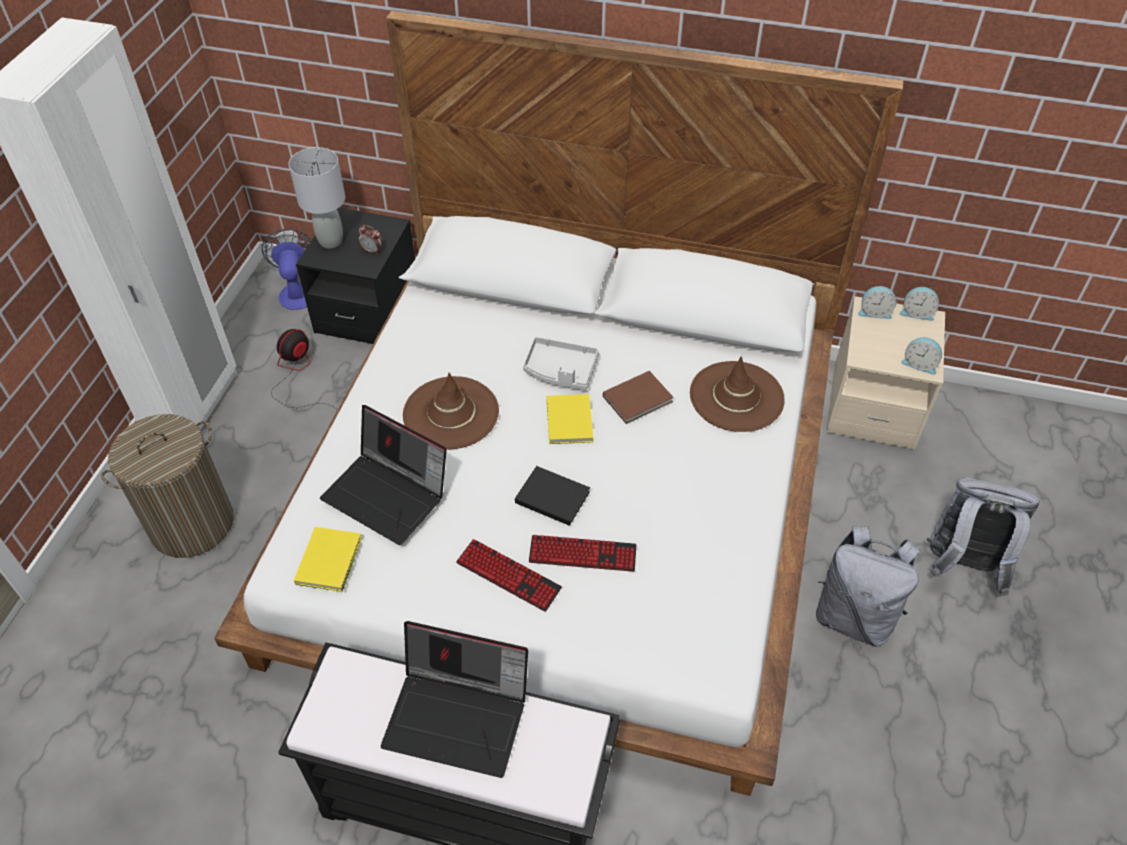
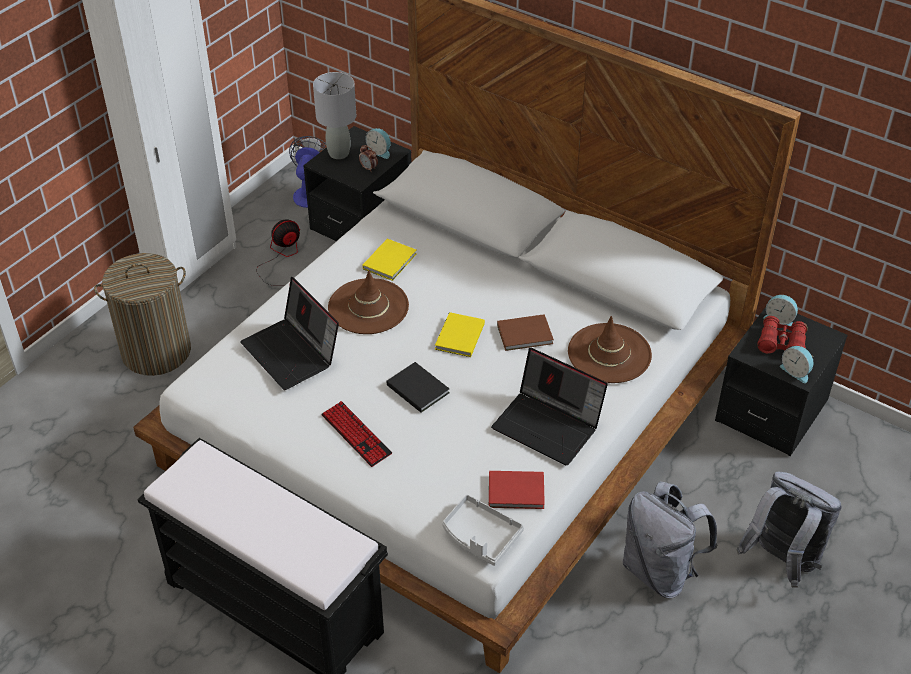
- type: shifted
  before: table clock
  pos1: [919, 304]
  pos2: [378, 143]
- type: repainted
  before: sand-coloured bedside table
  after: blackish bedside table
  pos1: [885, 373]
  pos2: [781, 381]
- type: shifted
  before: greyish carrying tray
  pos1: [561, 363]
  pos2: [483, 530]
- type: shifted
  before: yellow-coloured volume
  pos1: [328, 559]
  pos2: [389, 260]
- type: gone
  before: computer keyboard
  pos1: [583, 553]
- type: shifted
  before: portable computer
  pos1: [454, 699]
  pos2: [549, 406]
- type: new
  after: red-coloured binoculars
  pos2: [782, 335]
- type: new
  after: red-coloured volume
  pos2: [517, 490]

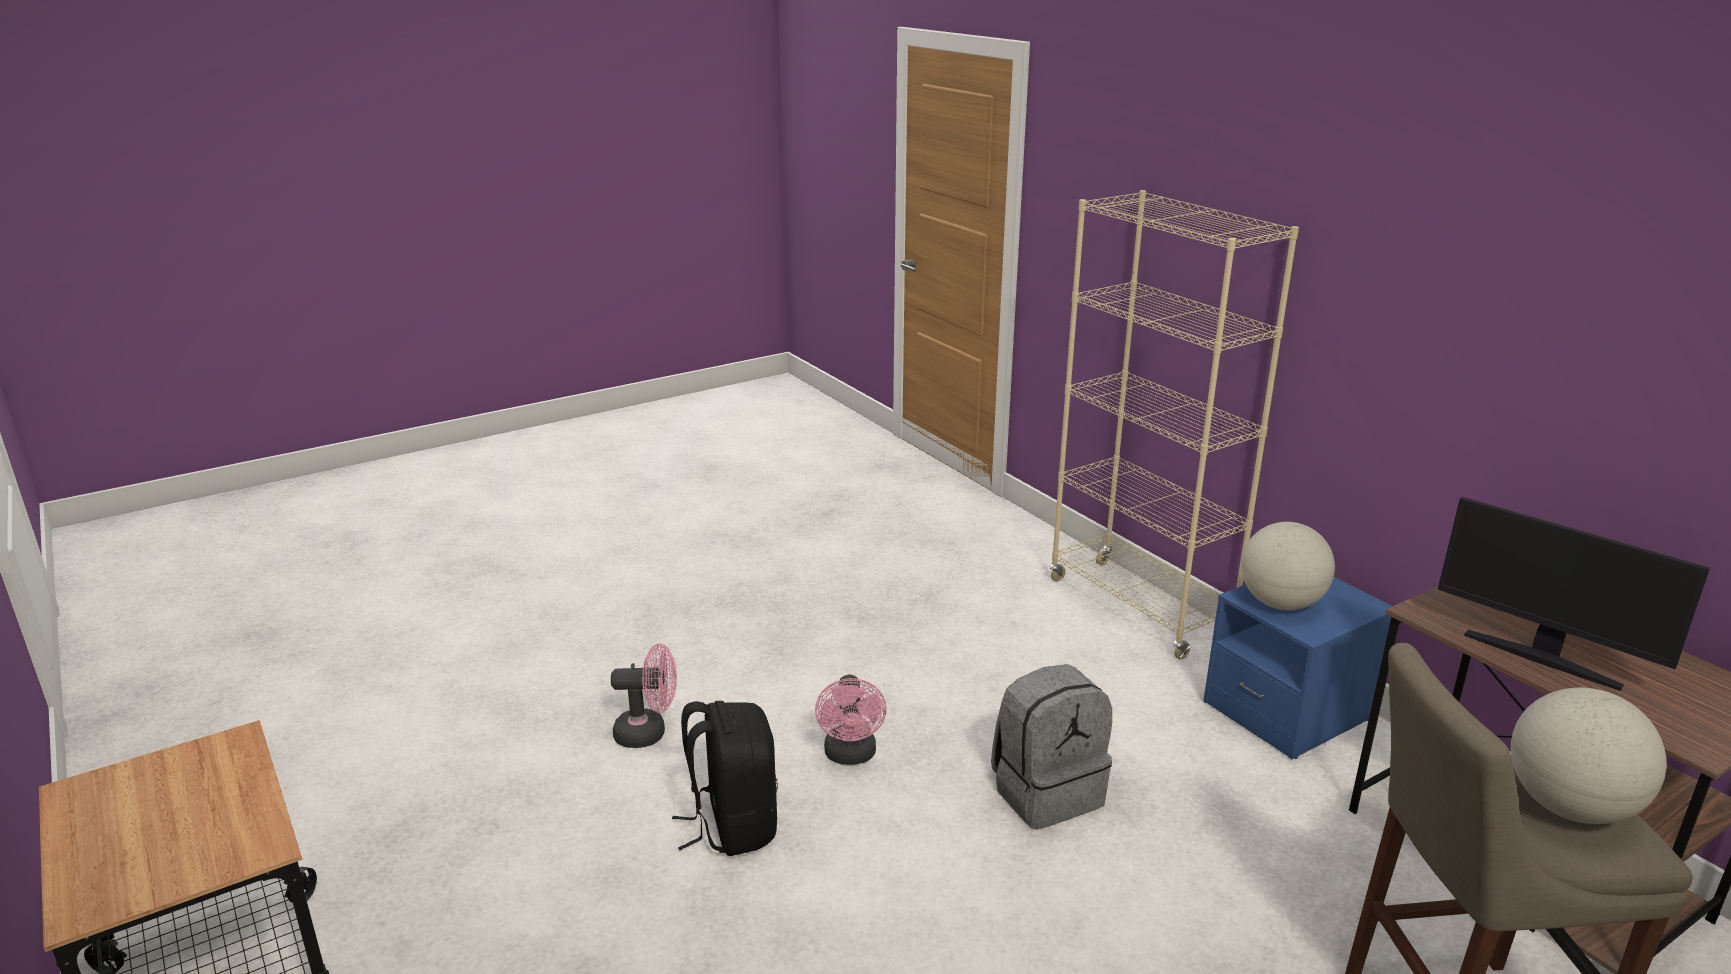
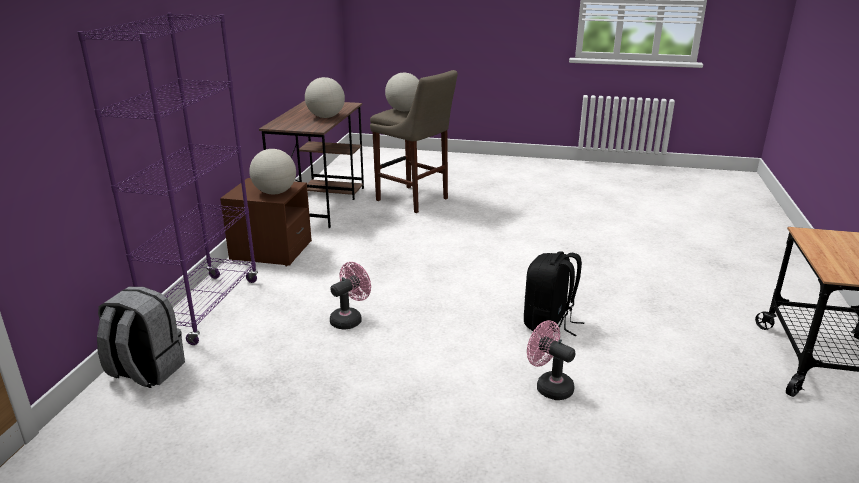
- type: repainted
  before: sand-coloured shelving unit
  after: purple shelving unit
  pos1: [1174, 425]
  pos2: [167, 179]
- type: swapped
  before: computer display
  after: world globe
  pos1: [1574, 594]
  pos2: [325, 97]
- type: repainted
  before: blue-coloured bedside table
  after: brown-coloured bedside table
  pos1: [1297, 668]
  pos2: [266, 222]
- type: shifted
  before: greyish rucksack
  pos1: [1051, 747]
  pos2: [141, 337]
- type: shifted
  before: pink fan
  pos1: [851, 719]
  pos2: [350, 296]

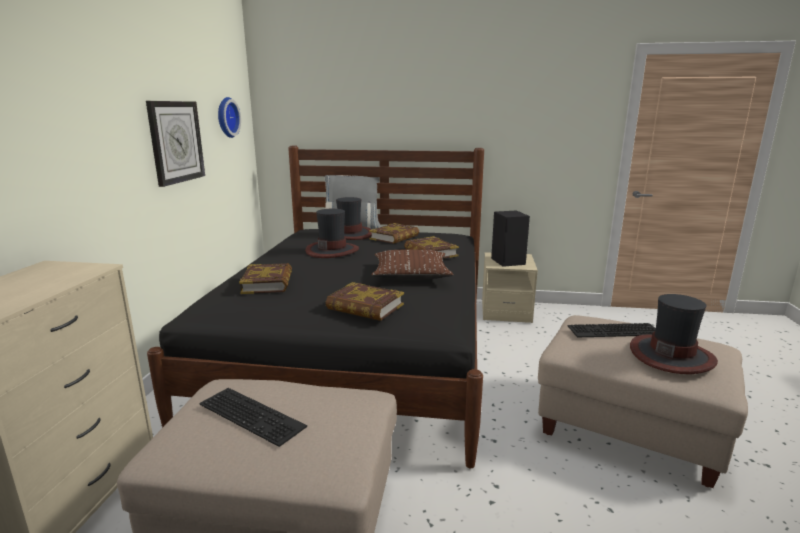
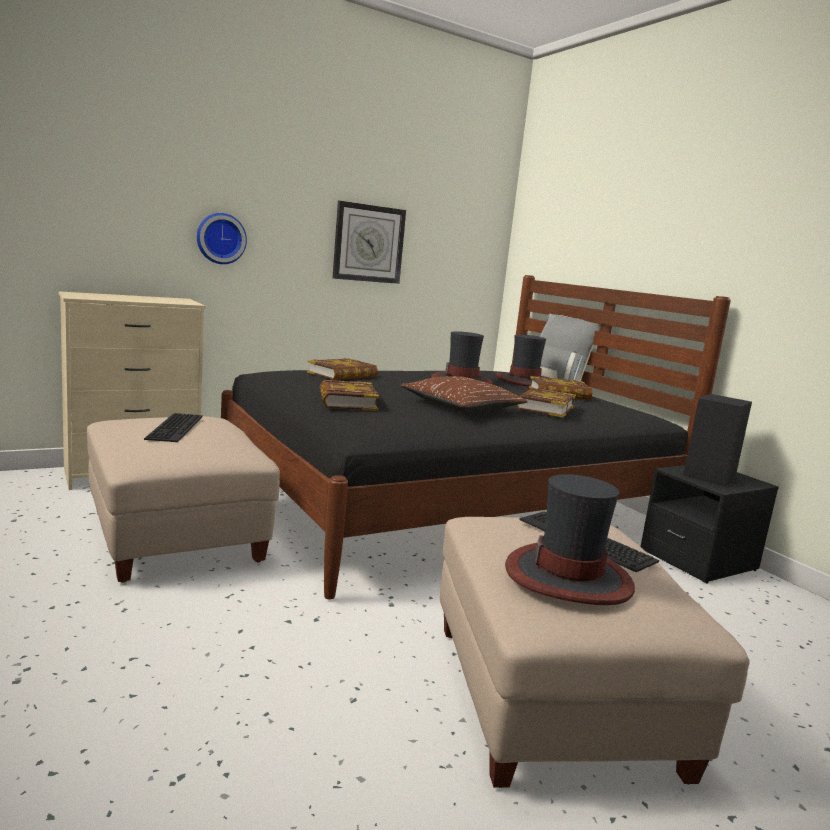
- type: shifted
  before: hanging clock
  pos1: [229, 117]
  pos2: [222, 238]
- type: repainted
  before: sand-coloured bedside table
  after: blackish bedside table
  pos1: [510, 287]
  pos2: [709, 524]

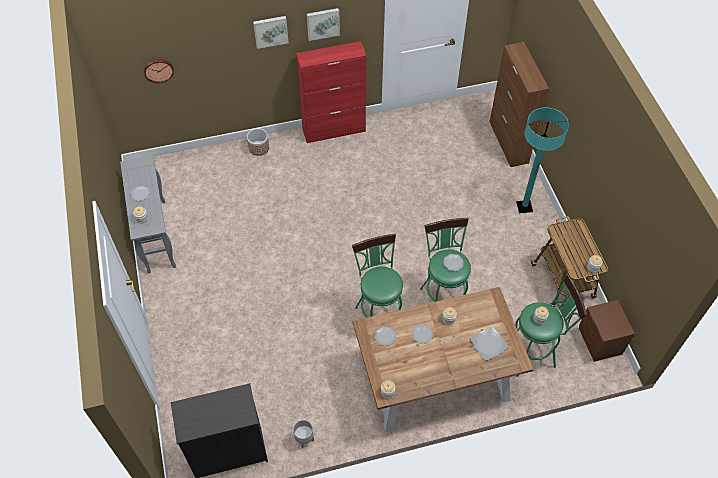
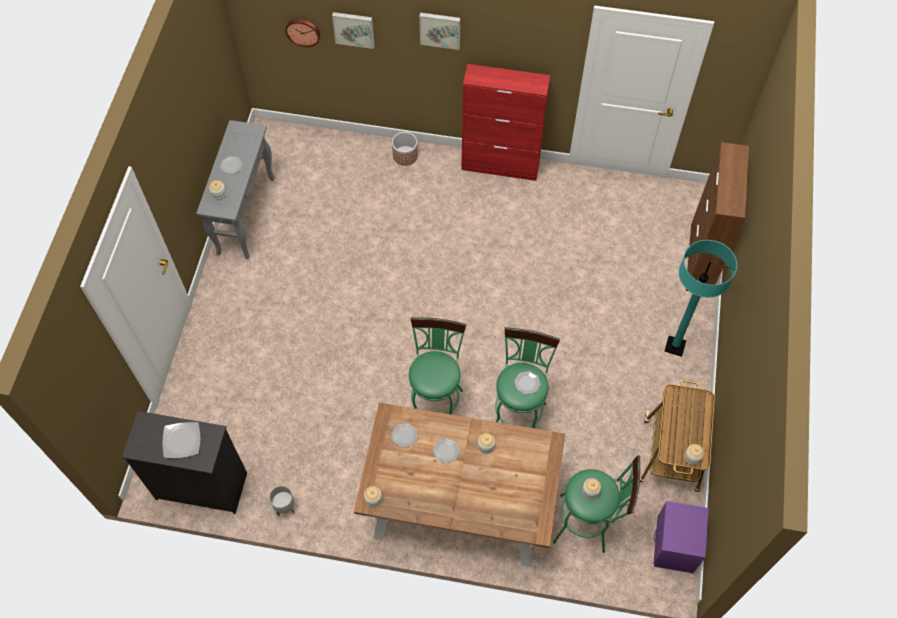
- type: shifted
  before: wall art
  pos1: [323, 24]
  pos2: [353, 30]
- type: repainted
  before: brown-coloured bedside table
  after: purple bedside table
  pos1: [607, 331]
  pos2: [681, 537]
- type: shifted
  before: plate
  pos1: [489, 343]
  pos2: [182, 440]

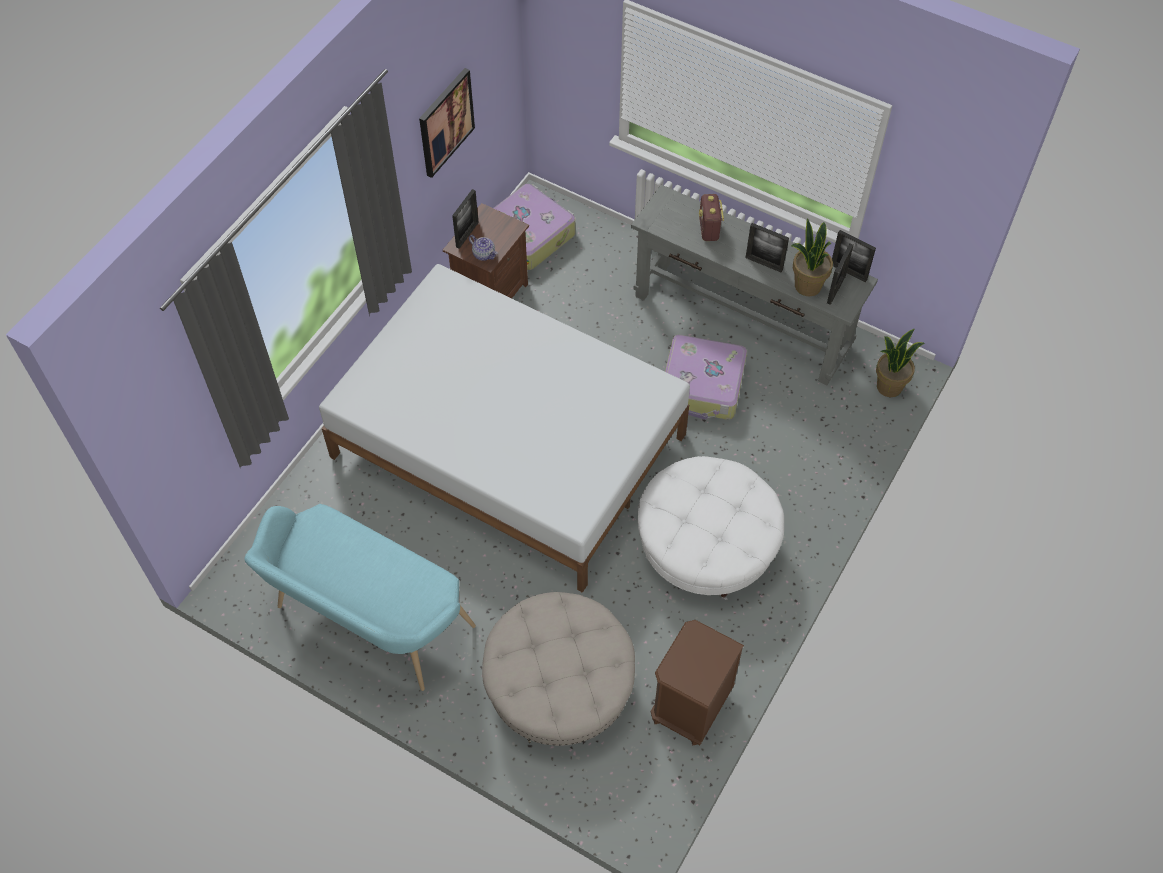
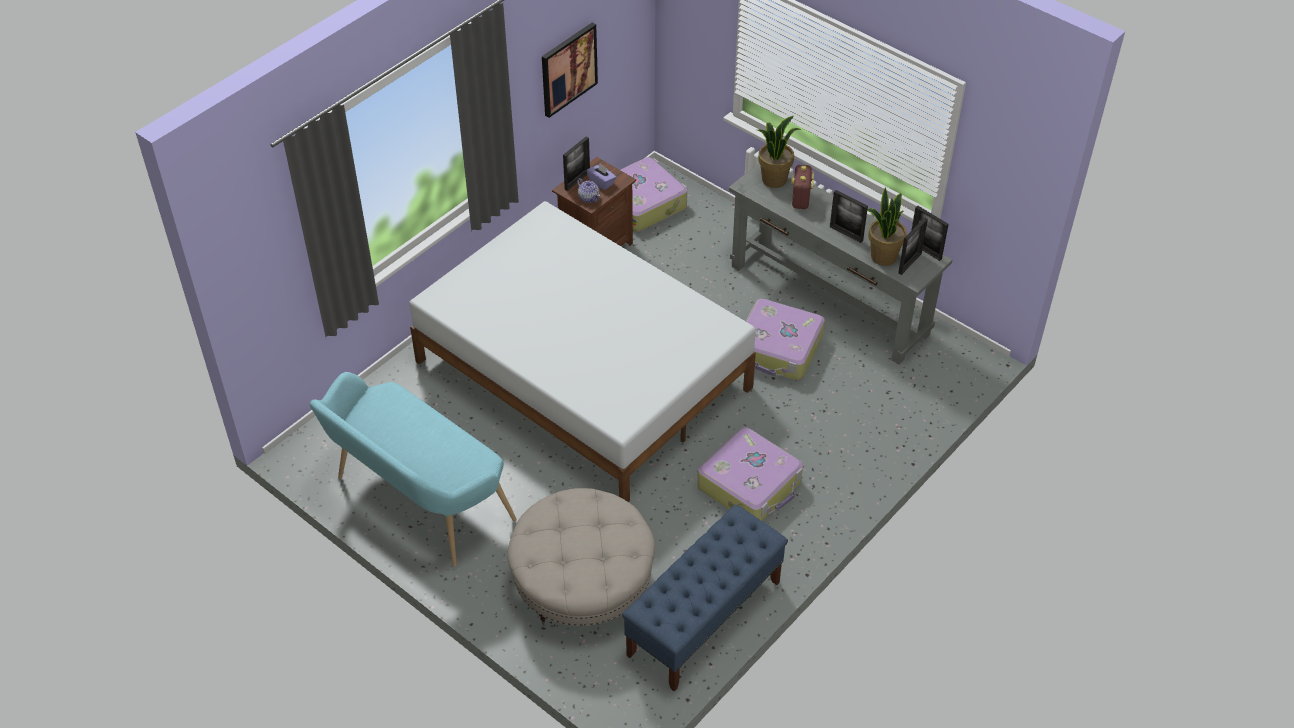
- type: shifted
  before: plant in a pot
  pos1: [900, 363]
  pos2: [779, 152]
- type: swapped
  before: white footrest
  after: travel case
  pos1: [711, 528]
  pos2: [750, 474]
- type: swapped
  before: brown-coloured bedside table
  after: blue-coloured bench
  pos1: [697, 682]
  pos2: [705, 597]
- type: new
  after: purple tissue holder
  pos2: [601, 177]

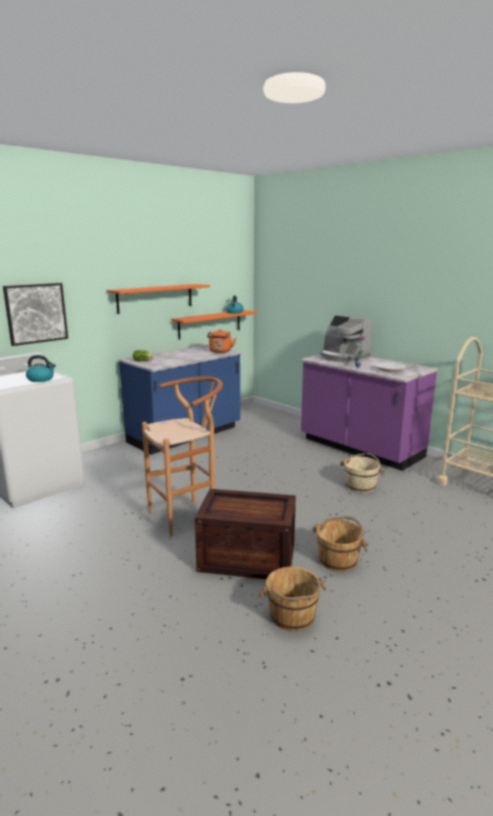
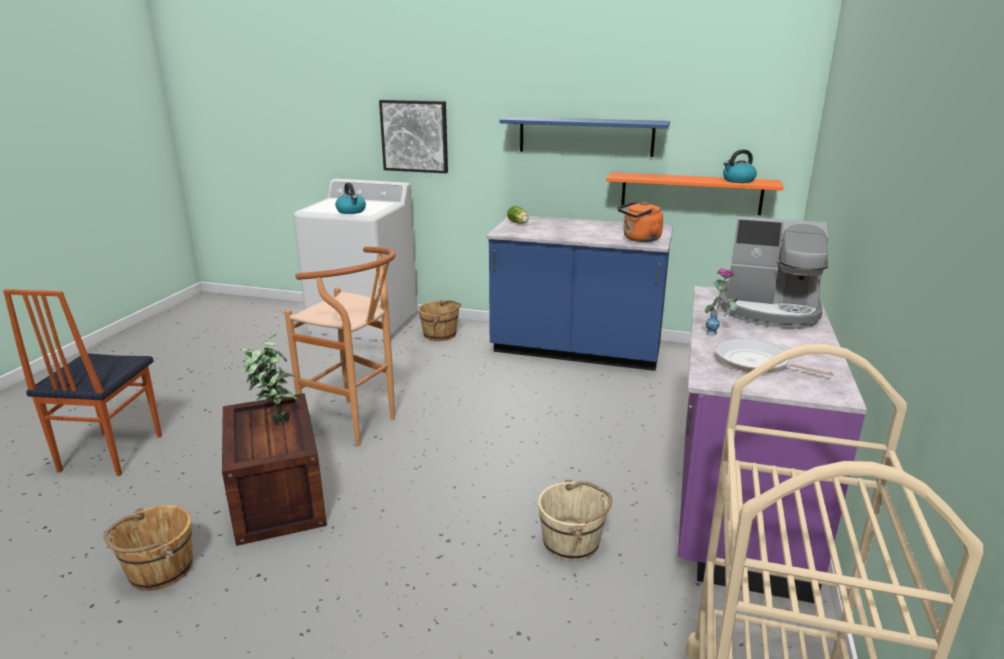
- type: repainted
  before: orangey bracket shelf
  after: blue-coloured bracket shelf
  pos1: [158, 299]
  pos2: [584, 136]
- type: rotated
  before: coffee machine
  pos1: [346, 339]
  pos2: [774, 272]
  turn: -90
- type: shifted
  before: brown-coloured bucket
  pos1: [341, 544]
  pos2: [440, 320]
- type: new
  after: upright chair
  pos2: [82, 382]
- type: new
  after: plant in a pot
  pos2: [268, 378]

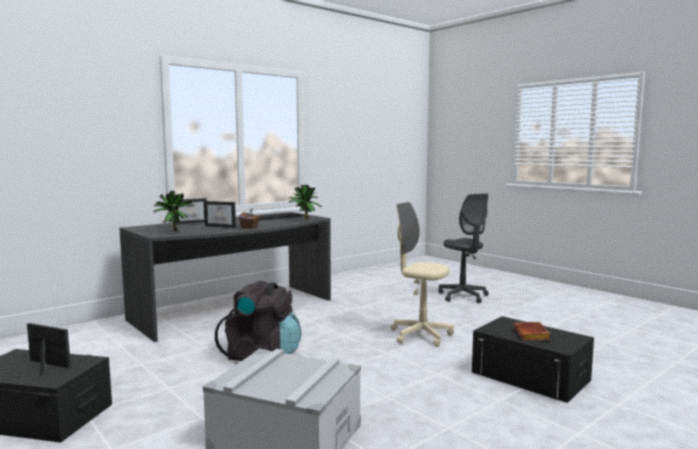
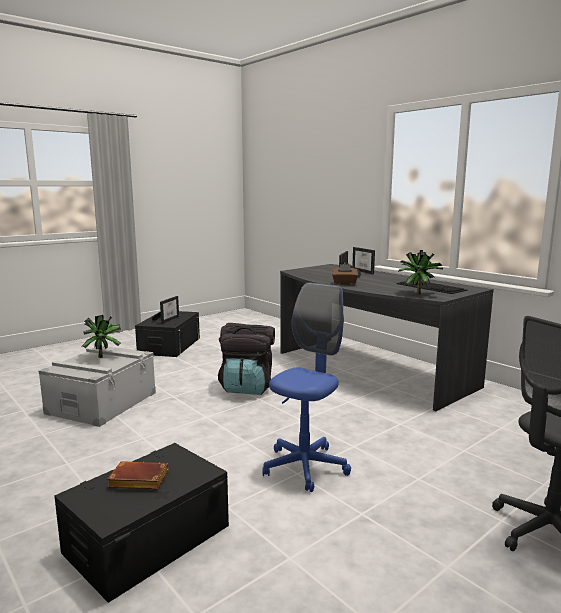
- type: shifted
  before: plant in a pot
  pos1: [173, 211]
  pos2: [101, 336]
- type: repainted
  before: sand-coloured desk chair
  after: blue-coloured desk chair
  pos1: [422, 274]
  pos2: [306, 387]

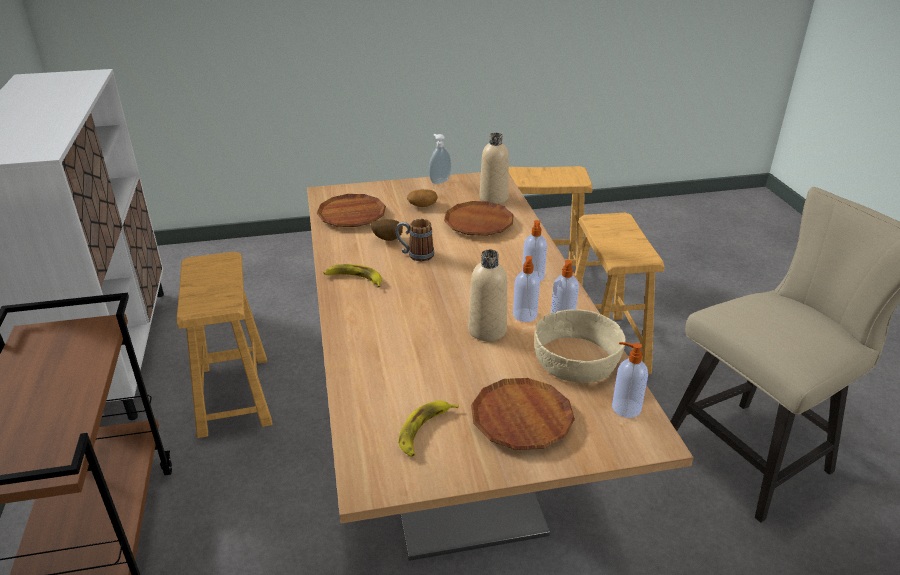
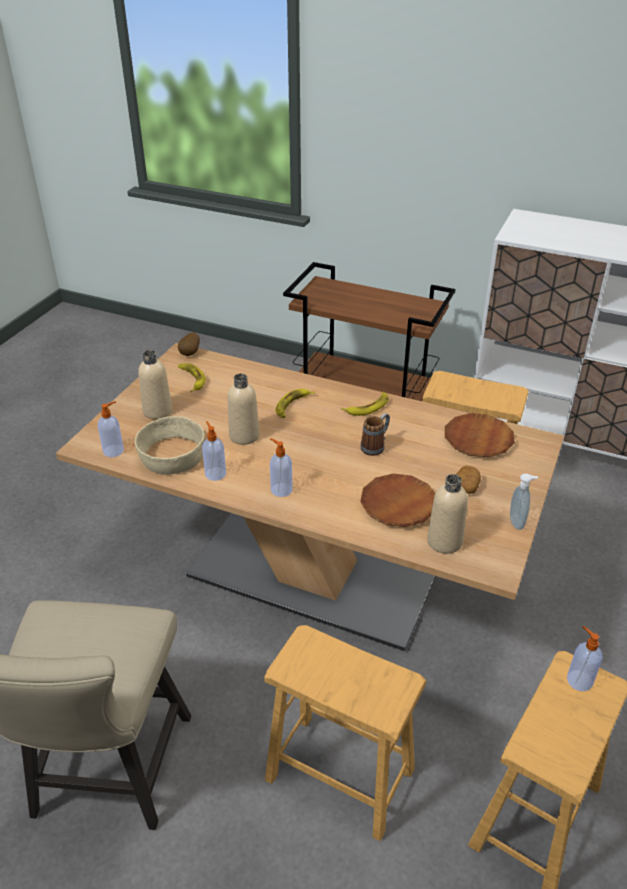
- type: shifted
  before: whole potato
  pos1: [387, 230]
  pos2: [189, 344]
- type: shifted
  before: soap bottle
  pos1: [526, 289]
  pos2: [584, 658]
- type: swapped
  before: brown-coloured plate
  after: sand-coloured bottle
  pos1: [523, 414]
  pos2: [155, 384]
- type: new
  after: whole banana
  pos2: [295, 403]

